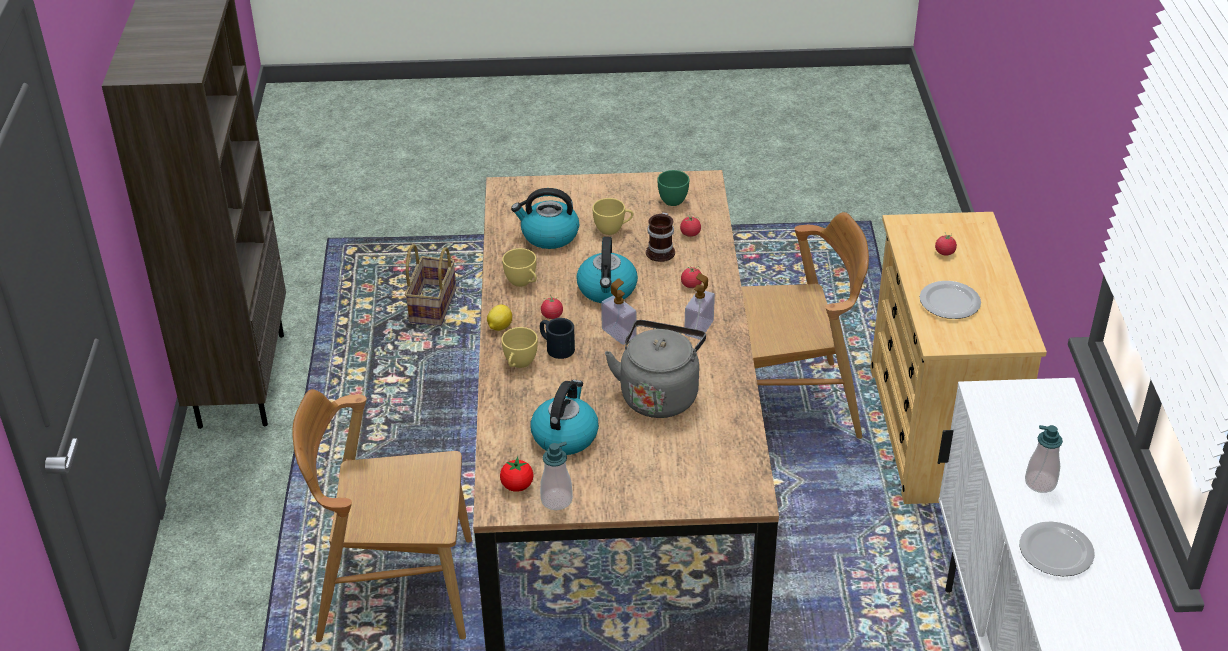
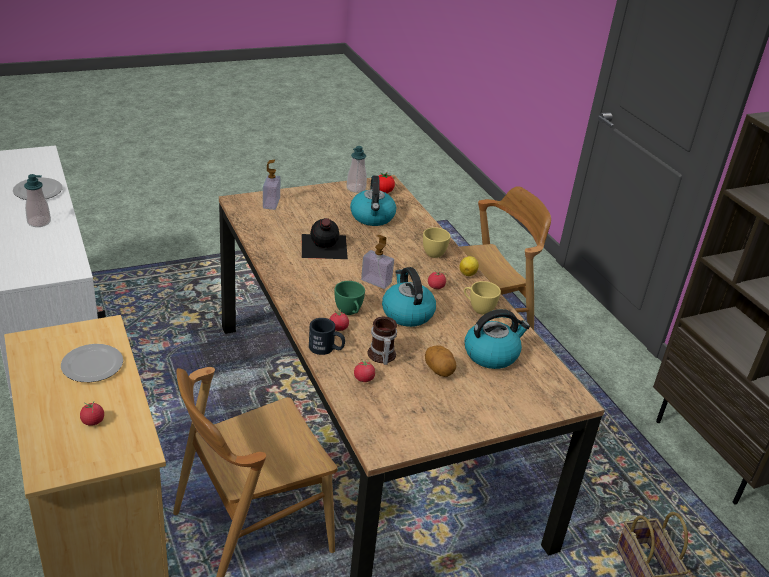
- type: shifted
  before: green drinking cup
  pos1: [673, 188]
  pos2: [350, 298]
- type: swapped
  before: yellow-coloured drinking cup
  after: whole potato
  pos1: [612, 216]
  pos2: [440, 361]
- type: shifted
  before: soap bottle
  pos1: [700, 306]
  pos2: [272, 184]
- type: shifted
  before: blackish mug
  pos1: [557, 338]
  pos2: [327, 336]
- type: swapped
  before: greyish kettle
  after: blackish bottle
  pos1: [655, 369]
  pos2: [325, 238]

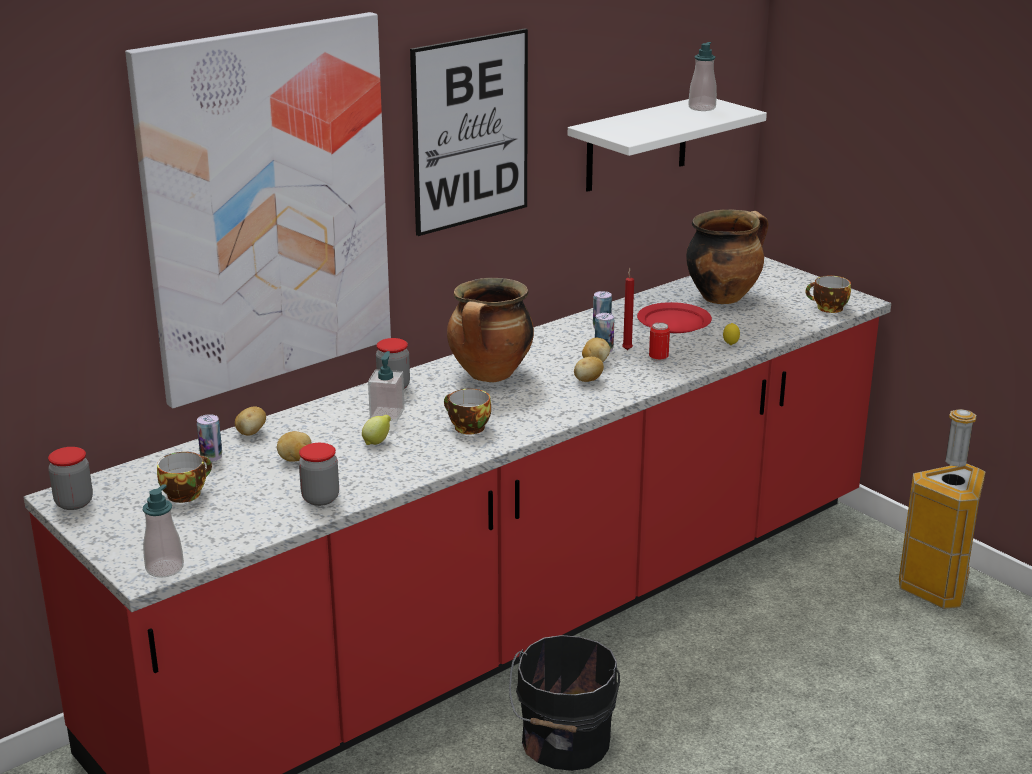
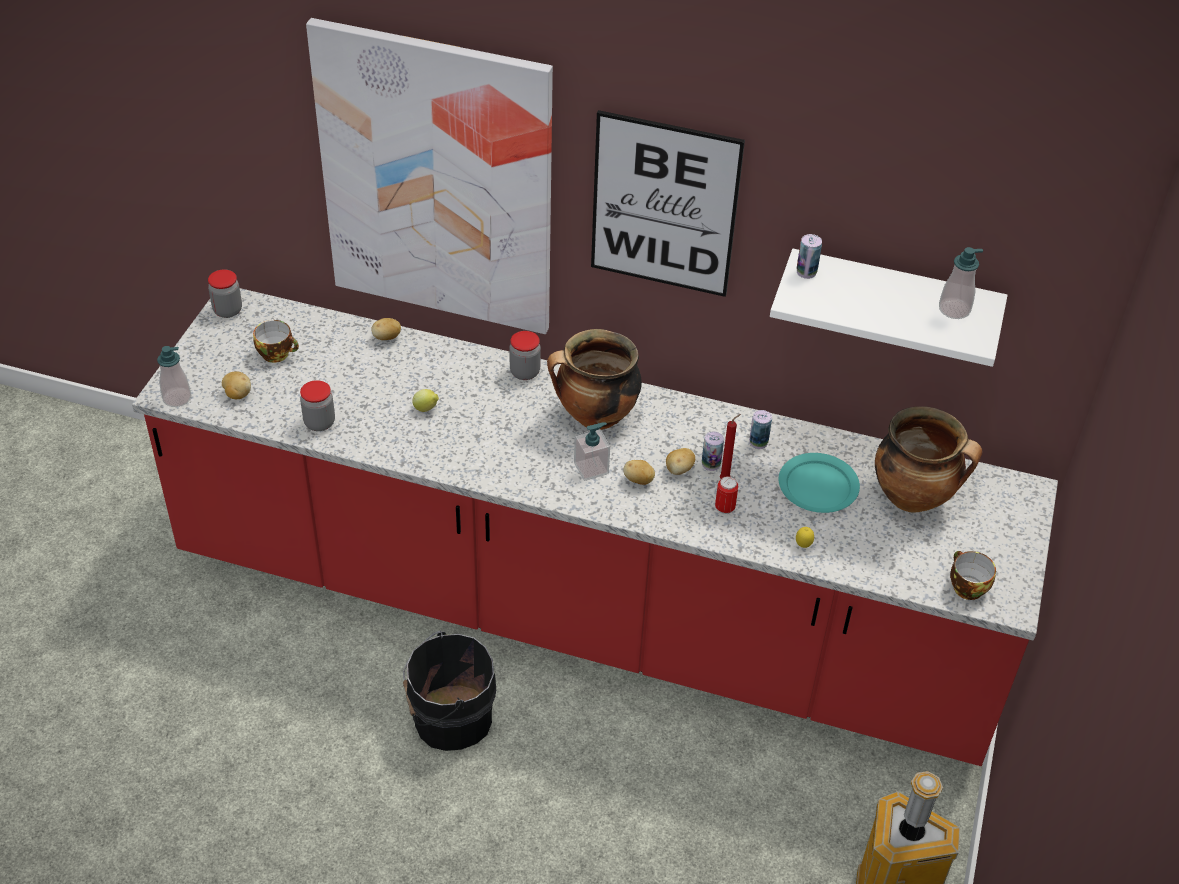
- type: repainted
  before: red-coloured plate
  after: turquoise-coloured plate
  pos1: [674, 317]
  pos2: [819, 483]
- type: shifted
  before: soap bottle
  pos1: [386, 386]
  pos2: [592, 451]
- type: gone
  before: drinking cup
  pos1: [467, 412]
- type: shifted
  before: sealed can
  pos1: [209, 438]
  pos2: [809, 256]
- type: shifted
  before: whole potato
  pos1: [294, 446]
  pos2: [236, 385]

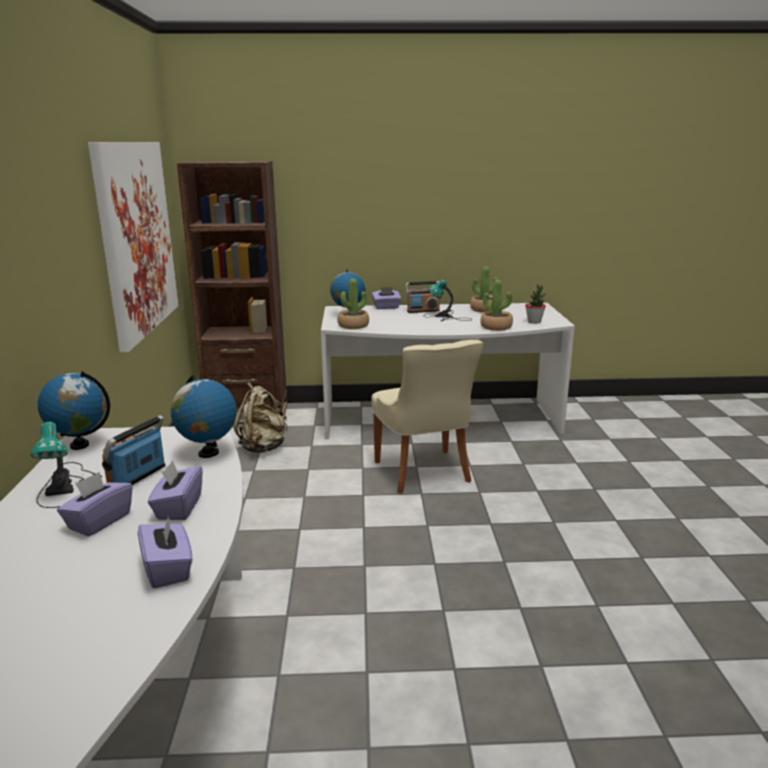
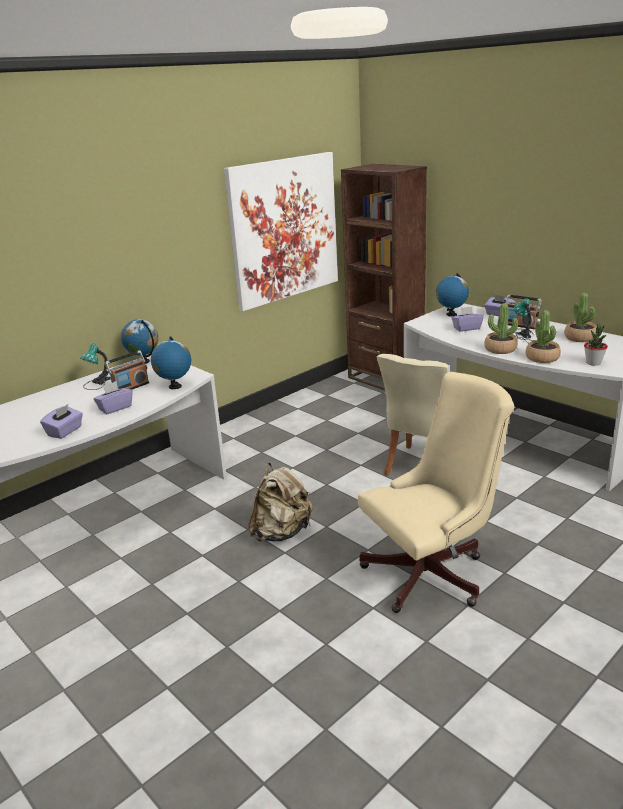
- type: shifted
  before: plant in a pot
  pos1: [353, 304]
  pos2: [501, 328]
- type: shifted
  before: sand-coloured rucksack
  pos1: [260, 417]
  pos2: [280, 502]
- type: rotated
  before: radio receiver
  pos1: [134, 450]
  pos2: [127, 369]
  turn: 150
- type: shifted
  before: purple tissue holder
  pos1: [94, 504]
  pos2: [467, 319]
- type: new
  after: sand-coloured desk chair
  pos2: [436, 492]

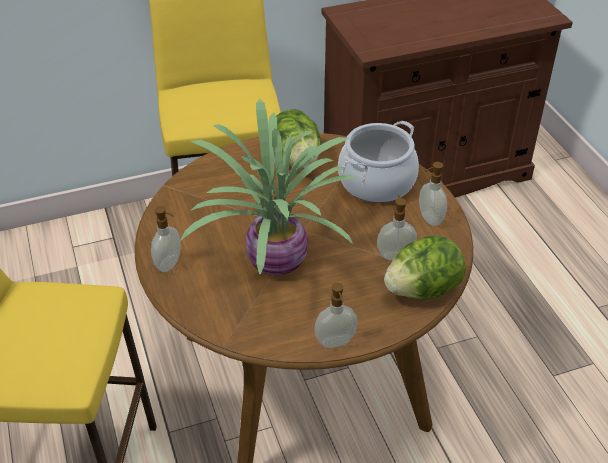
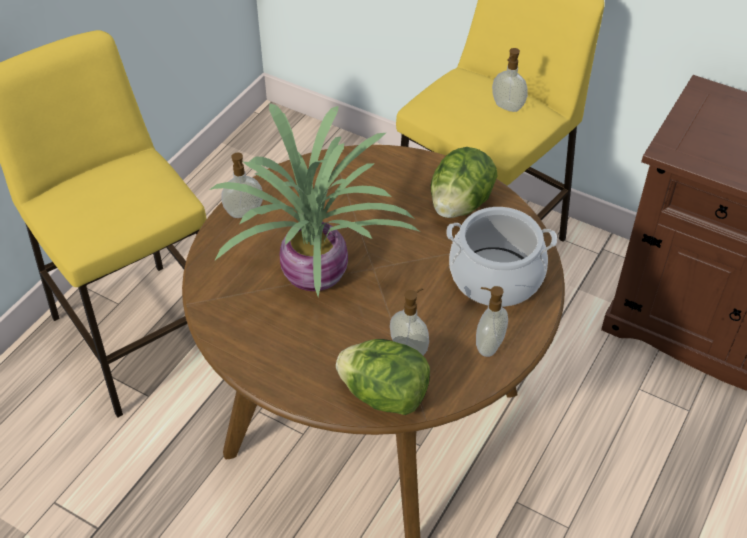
- type: shifted
  before: soap bottle
  pos1: [336, 315]
  pos2: [509, 80]

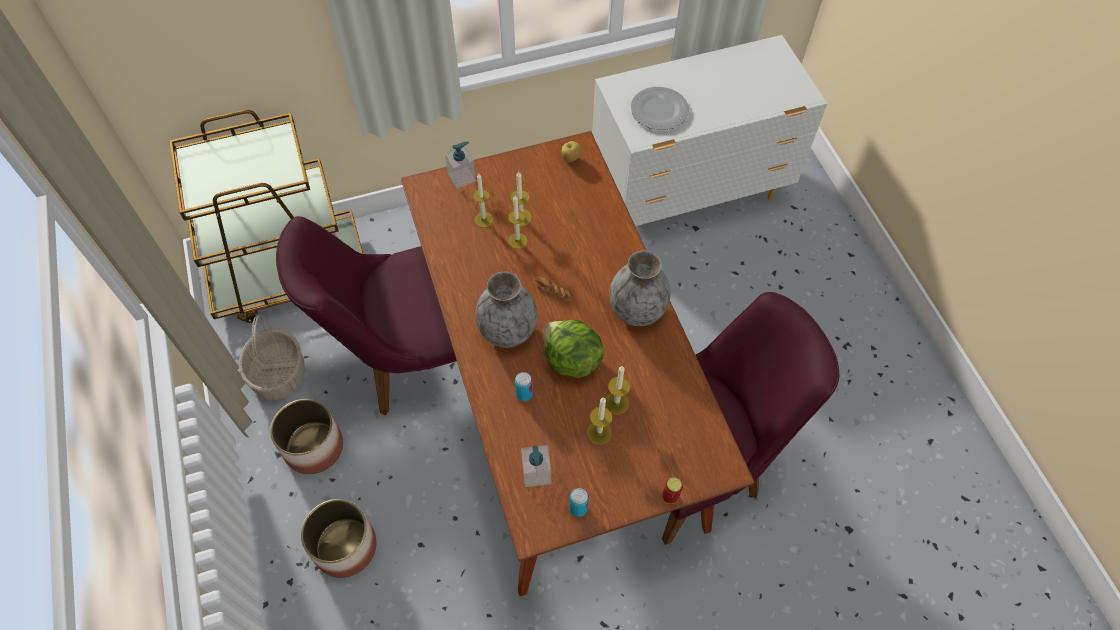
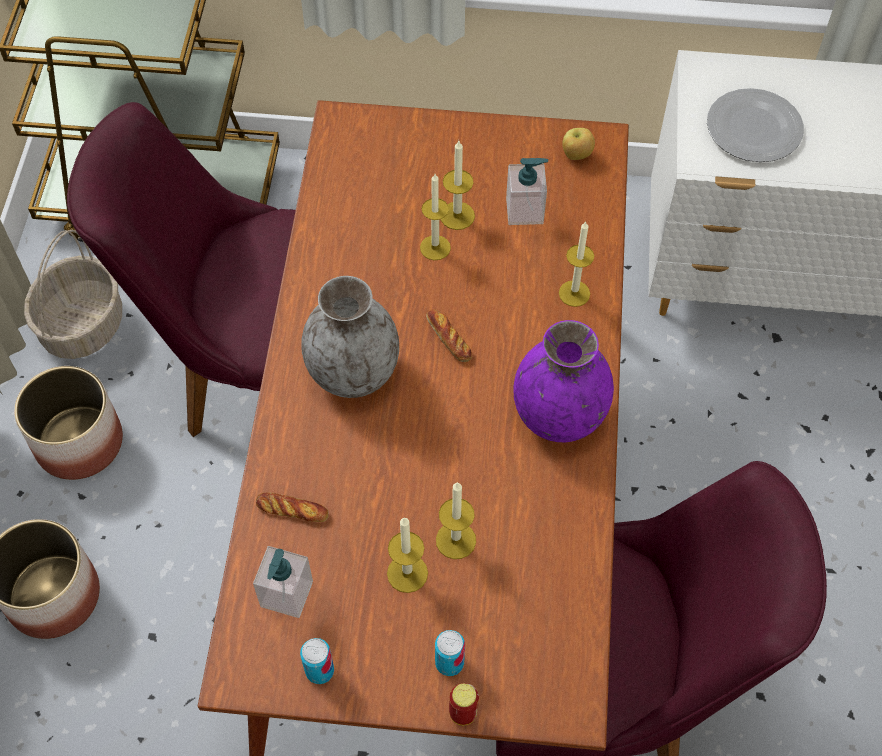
- type: shifted
  before: soap bottle
  pos1: [460, 165]
  pos2: [527, 191]
- type: shifted
  before: wax candle
  pos1: [483, 201]
  pos2: [576, 264]
- type: repainted
  before: greyish decorative vase
  after: purple decorative vase
  pos1: [640, 288]
  pos2: [563, 381]
- type: gone
  before: head of lettuce
  pos1: [573, 349]
- type: shifted
  before: sealed can
  pos1: [524, 387]
  pos2: [450, 653]
- type: new
  after: bread
  pos2: [292, 507]

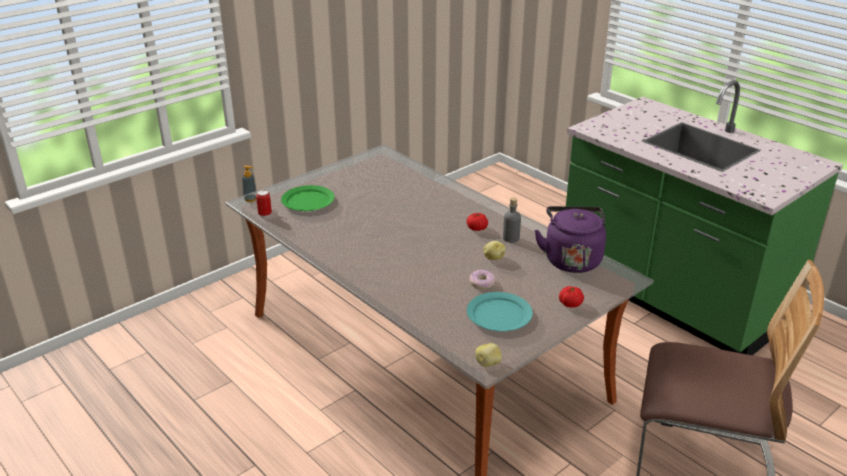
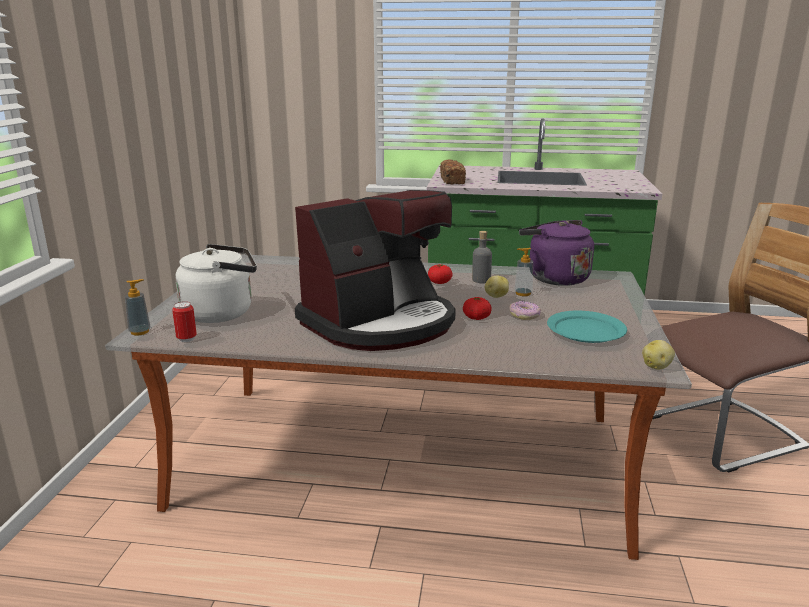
- type: swapped
  before: green plate
  after: white kettle
  pos1: [308, 198]
  pos2: [216, 283]
- type: shifted
  before: whole tomato
  pos1: [571, 297]
  pos2: [477, 308]
- type: new
  after: bread
  pos2: [453, 172]
- type: new
  after: coffee machine
  pos2: [375, 270]
- type: new
  after: soap bottle
  pos2: [523, 272]

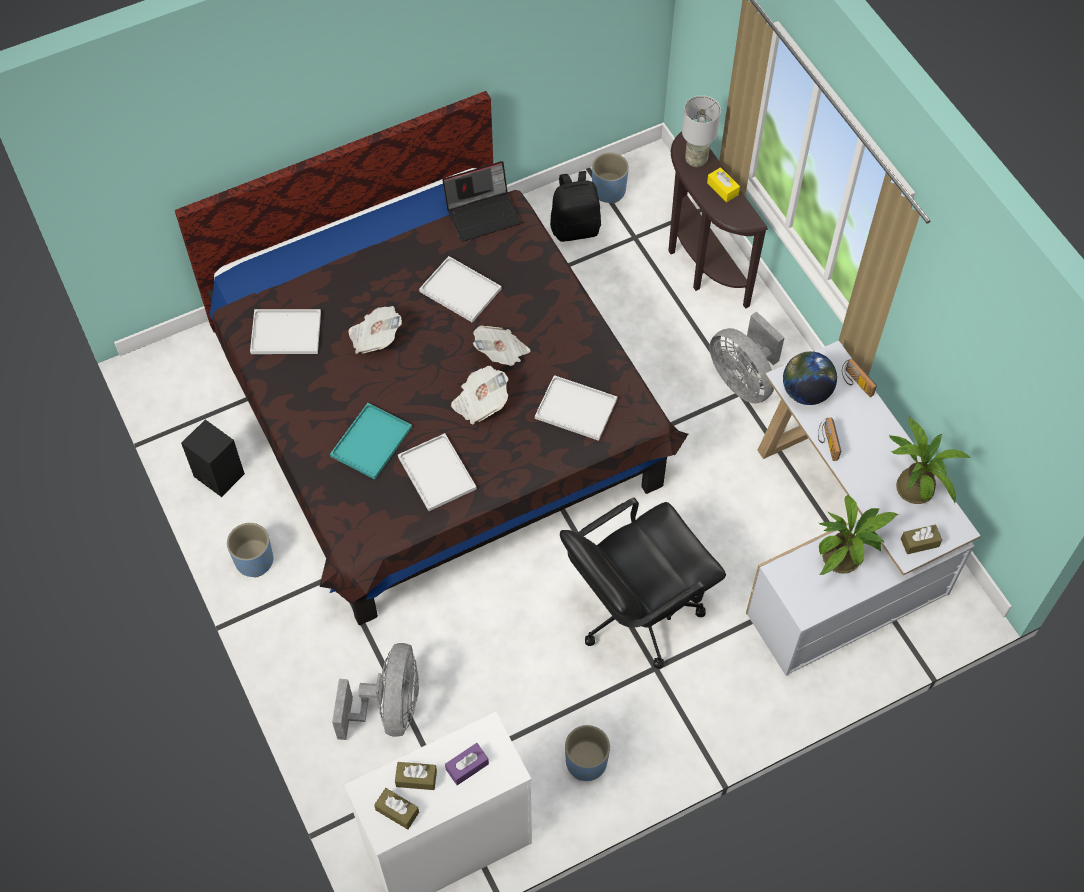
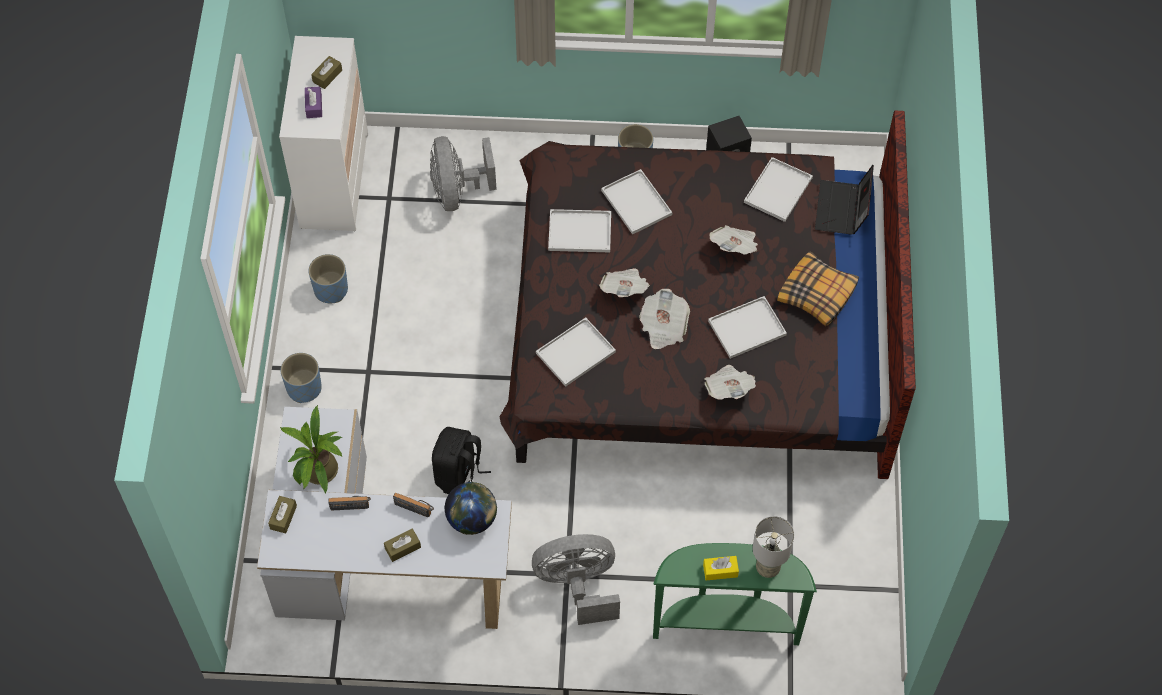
- type: repainted
  before: brown-coloured narrow table
  after: green narrow table
  pos1: [718, 220]
  pos2: [735, 594]
- type: shifted
  before: blue-coloured planter
  pos1: [610, 178]
  pos2: [301, 378]
- type: shifted
  before: portable computer
  pos1: [481, 201]
  pos2: [844, 200]
- type: shifted
  before: blackish rucksack
  pos1: [575, 206]
  pos2: [461, 460]
- type: shifted
  before: radio receiver
  pos1: [859, 378]
  pos2: [350, 503]
- type: repainted
  before: turquoise-coloured carrying tray
  after: white carrying tray
  pos1: [371, 441]
  pos2: [636, 202]
- type: gone
  before: plant in a pot
  pos1: [929, 460]
- type: gone
  before: blackish desk chair
  pos1: [643, 583]
- type: rotated
  before: greyish fan
  pos1: [375, 691]
  pos2: [463, 173]
  turn: 45
- type: shifted
  before: brown-coloured tissue holder
  pos1: [396, 809]
  pos2: [402, 545]
- type: new
  after: cushion
  pos2: [818, 289]
- type: new
  after: daily paper
  pos2: [730, 382]

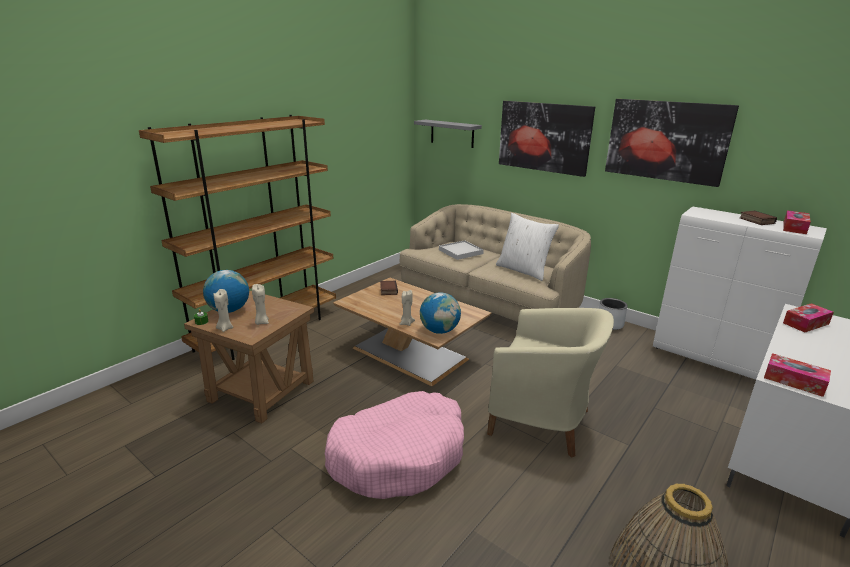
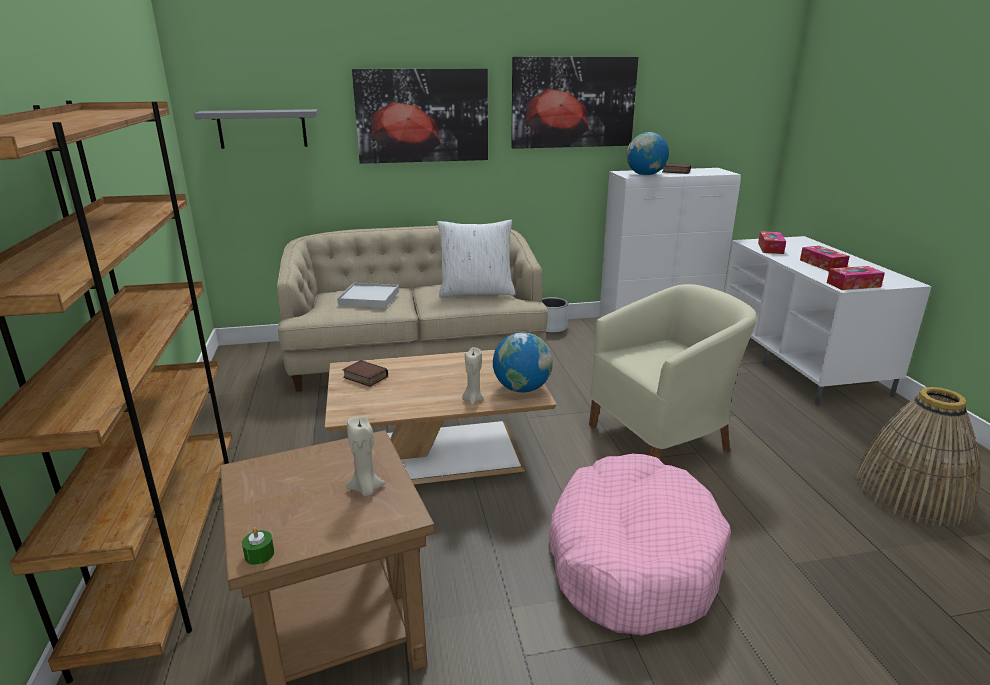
- type: shifted
  before: tissue holder
  pos1: [797, 222]
  pos2: [825, 258]
- type: shifted
  before: world globe
  pos1: [226, 291]
  pos2: [647, 153]
- type: gone
  before: sand-coloured wax candle
  pos1: [223, 310]

